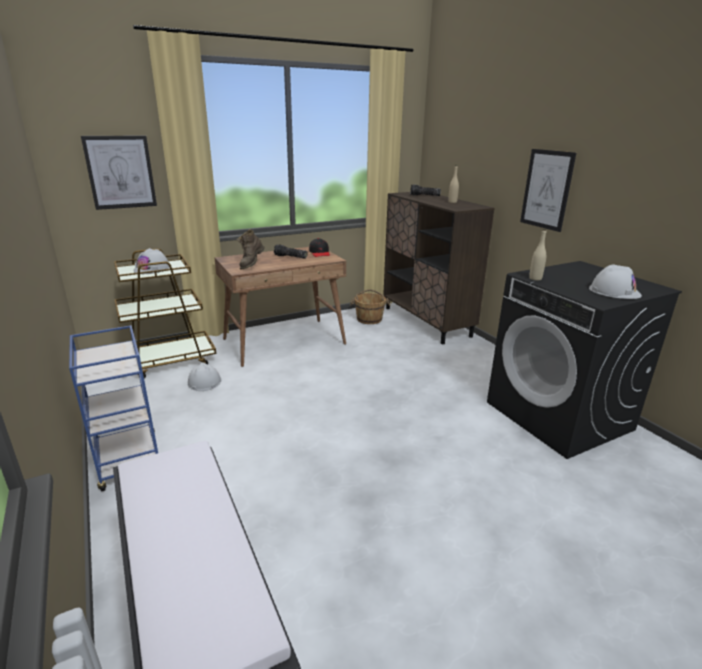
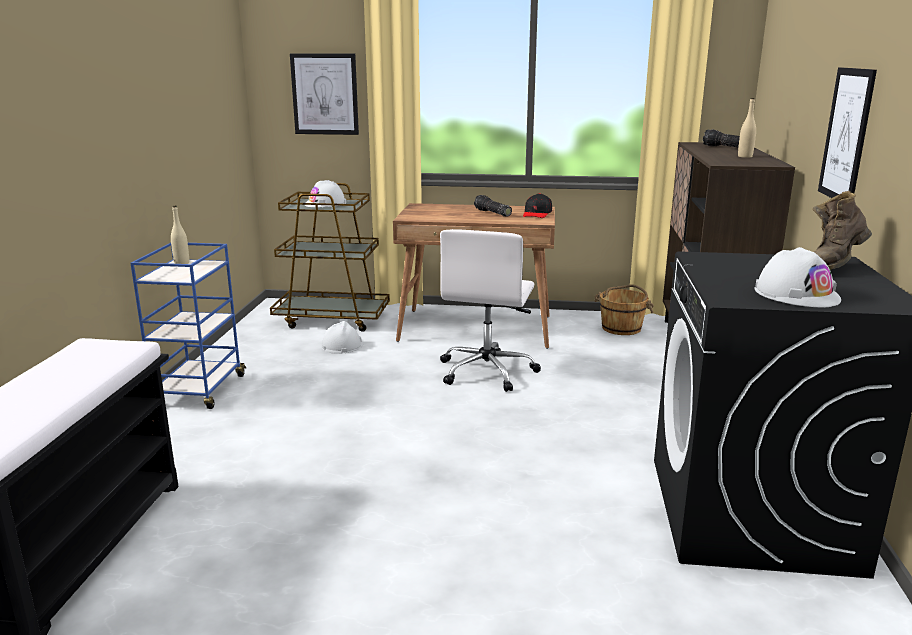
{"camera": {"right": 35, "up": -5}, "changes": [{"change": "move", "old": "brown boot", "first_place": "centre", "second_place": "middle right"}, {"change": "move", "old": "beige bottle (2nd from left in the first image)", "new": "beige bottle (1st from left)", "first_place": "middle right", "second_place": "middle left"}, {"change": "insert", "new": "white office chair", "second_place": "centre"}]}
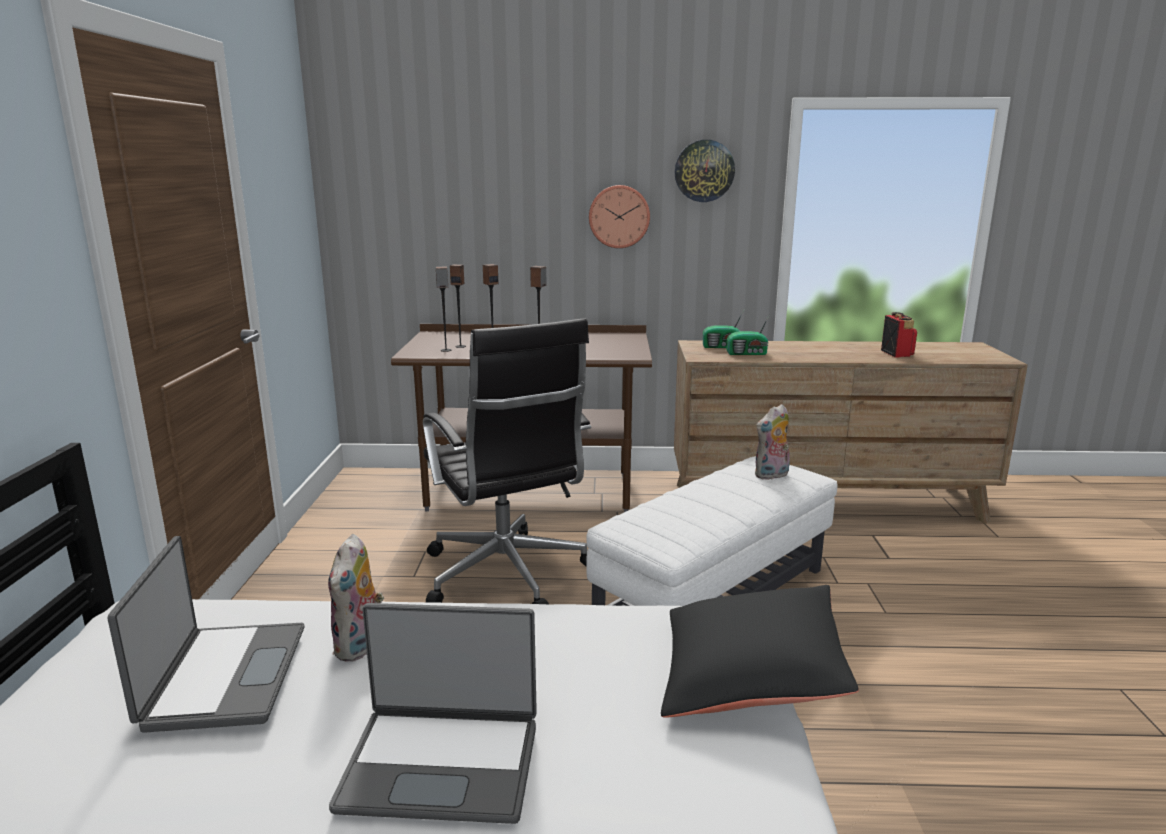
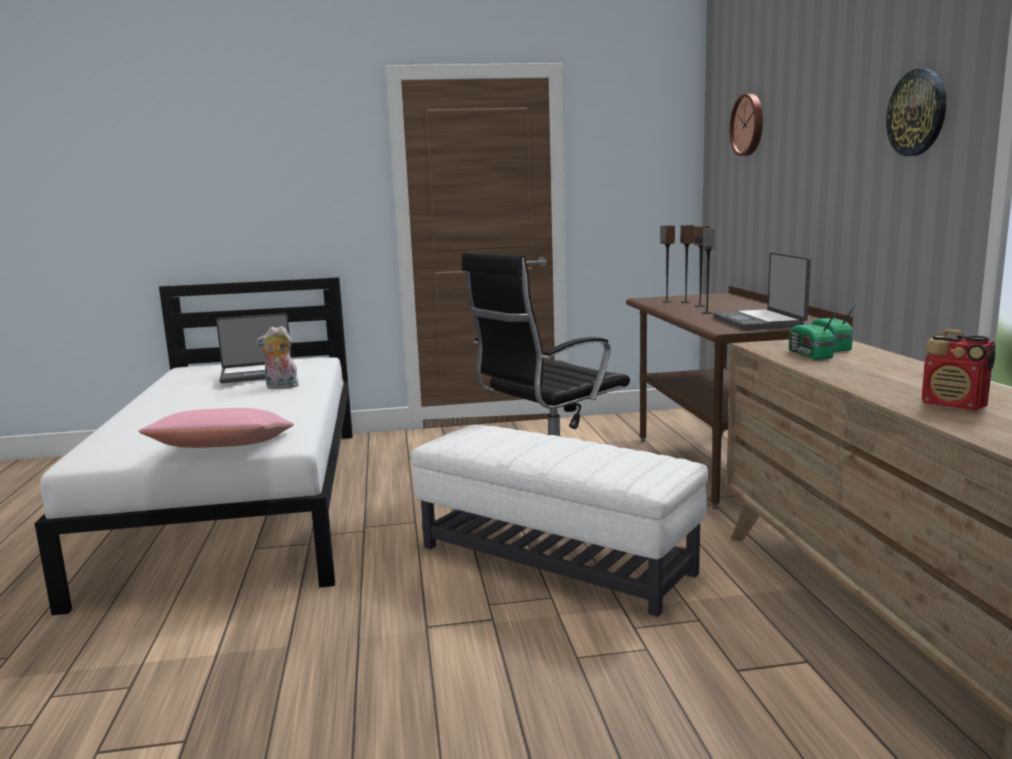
{"camera": {"right": 80, "up": -5}, "changes": [{"change": "move", "old": "wall clock (1st from left)", "first_place": "top centre", "second_place": "top right"}, {"change": "rotate", "old": "radio (3rd from left)", "first_place": "middle right", "second_place": "middle right", "degrees": 60}, {"change": "delete", "old": "plush toy (2nd from left)", "first_place": "centre"}, {"change": "recolor", "old": "black pillow", "new": "pink pillow", "first_place": "bottom centre", "second_place": "middle left"}, {"change": "move", "old": "laptop (2nd from left)", "first_place": "bottom centre", "second_place": "middle right"}]}
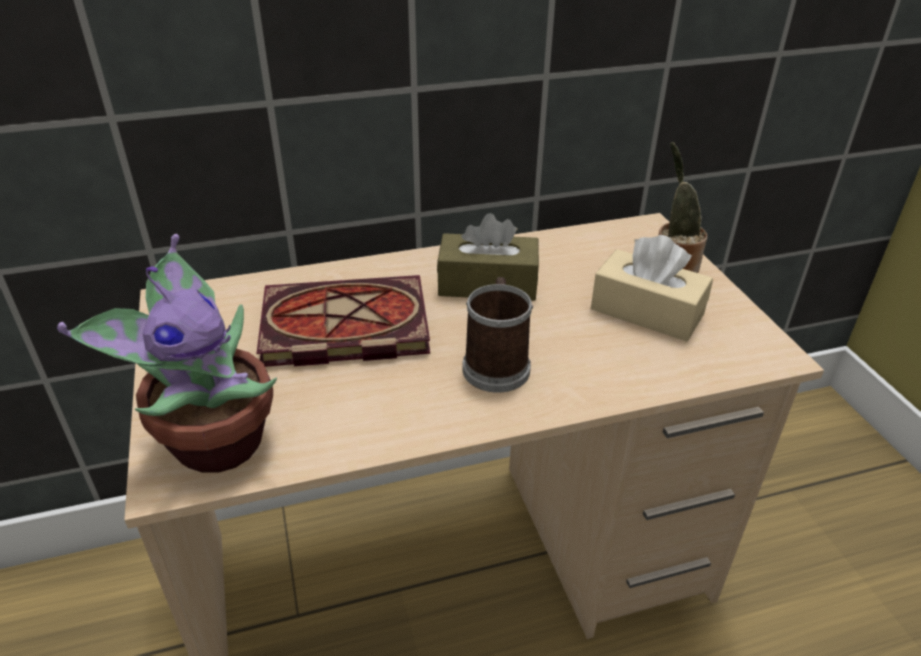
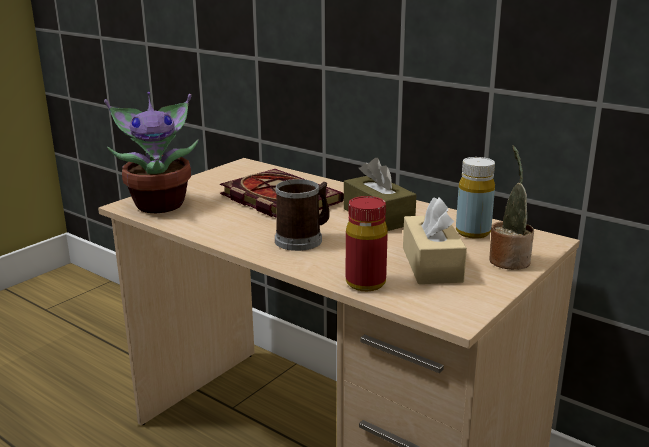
{"camera": {"right": 55, "up": -15}, "changes": [{"change": "insert", "new": "yellow bottle", "second_place": "middle right"}, {"change": "insert", "new": "red bottle", "second_place": "centre"}]}
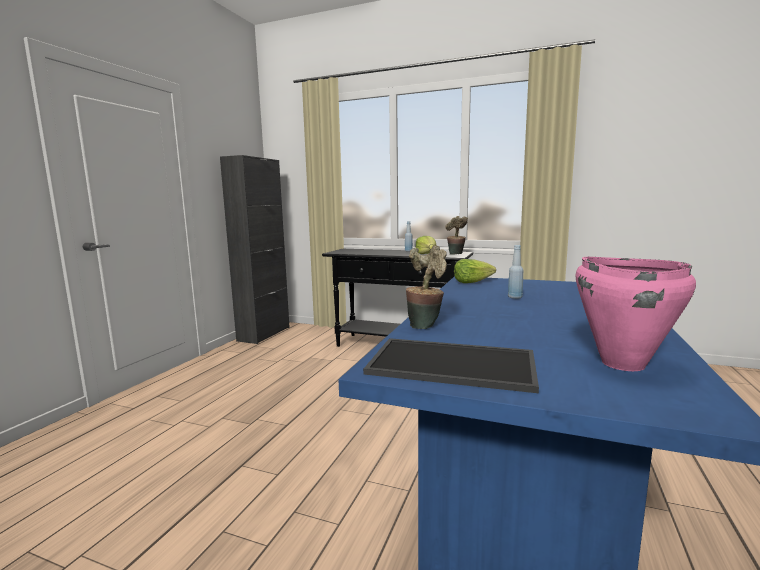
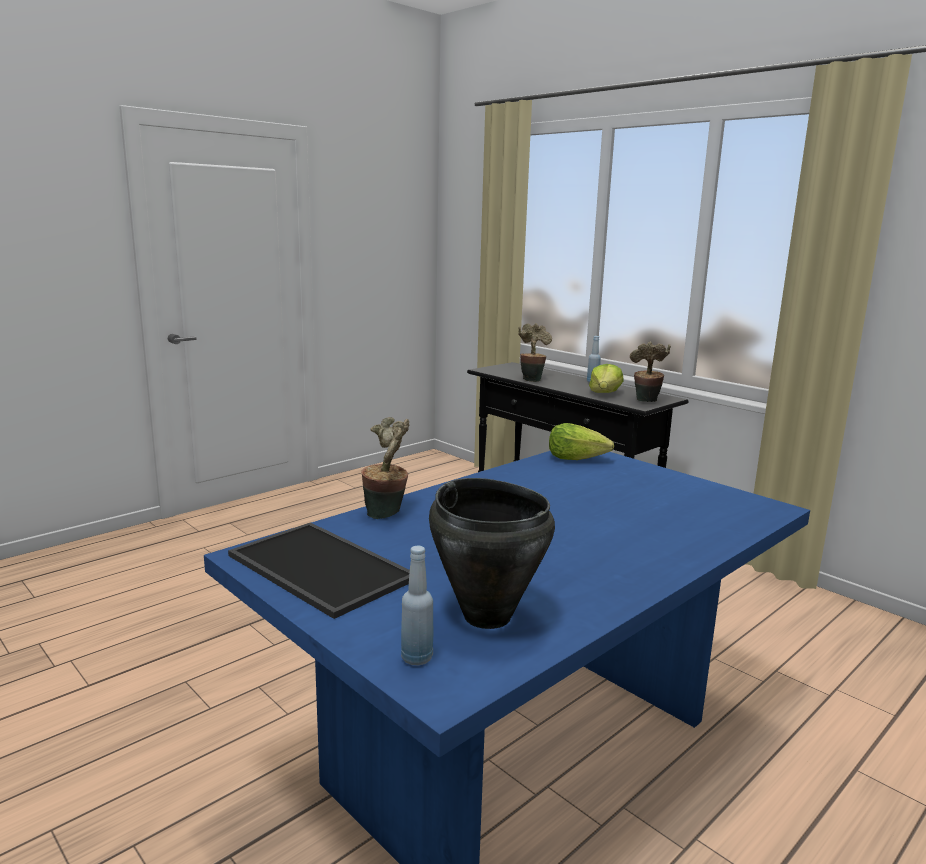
{"camera": {"right": 25, "up": 5}, "changes": [{"change": "delete", "old": "black cabinet", "first_place": "centre"}, {"change": "move", "old": "blue bottle (2nd from left in the first image)", "new": "blue bottle (1st from left)", "first_place": "middle right", "second_place": "bottom centre"}, {"change": "recolor", "old": "pink cooking pot", "new": "black cooking pot", "first_place": "middle right", "second_place": "centre"}, {"change": "insert", "new": "potted plant (2nd from left)", "second_place": "centre"}]}
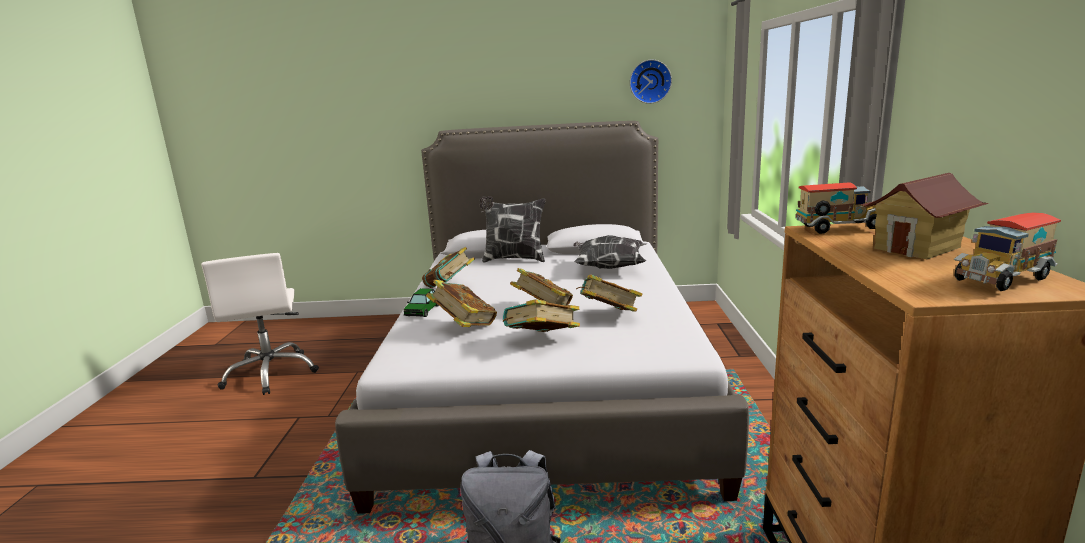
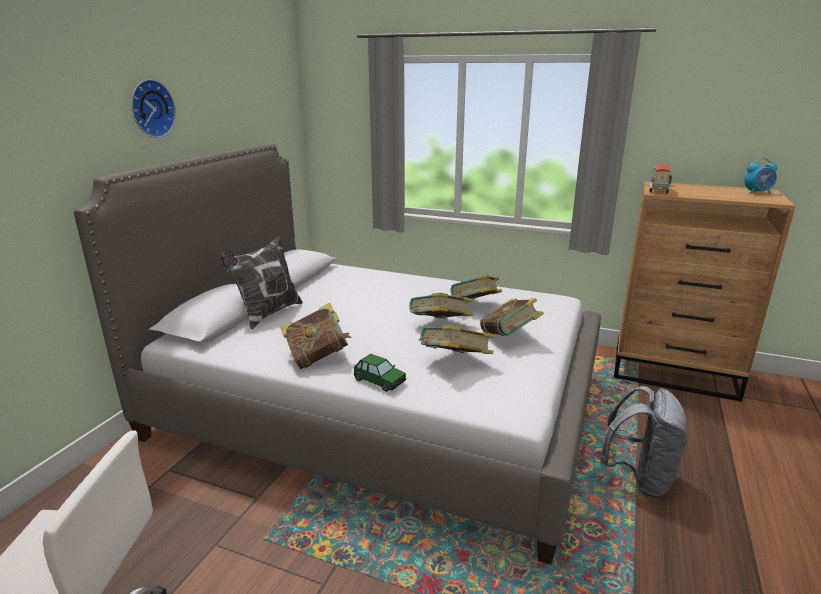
{"camera": {"right": -70, "up": 5}, "changes": [{"change": "move", "old": "wall clock", "first_place": "top centre", "second_place": "top left"}, {"change": "delete", "old": "toy house", "first_place": "middle right"}, {"change": "replace", "old": "toy truck (2nd from left)", "new": "alarm clock", "first_place": "middle right", "second_place": "top right"}, {"change": "delete", "old": "pillow (2nd from left)", "first_place": "centre"}]}
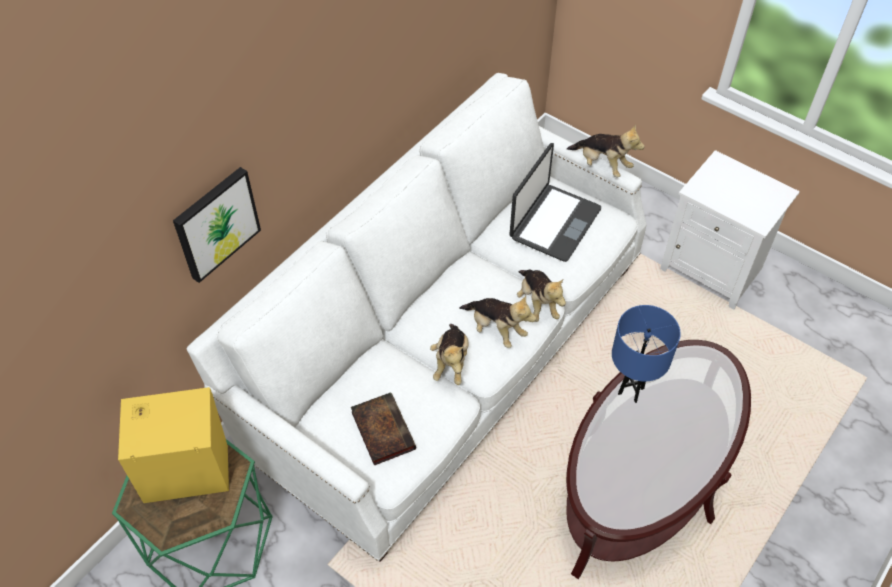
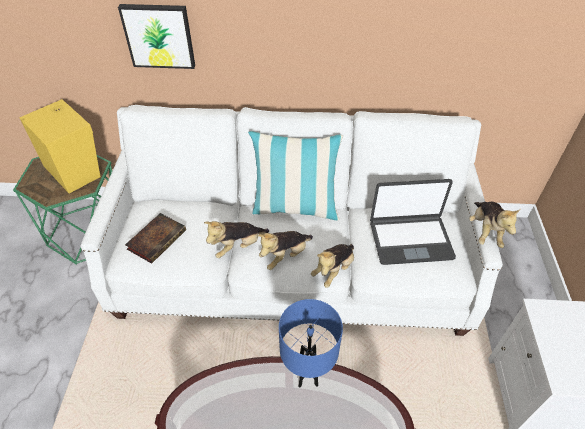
{"camera": {"right": 55, "up": -5}, "changes": [{"change": "rotate", "old": "plush toy (2nd from left)", "first_place": "centre", "second_place": "centre", "degrees": 45}, {"change": "insert", "new": "pillow", "second_place": "centre"}]}
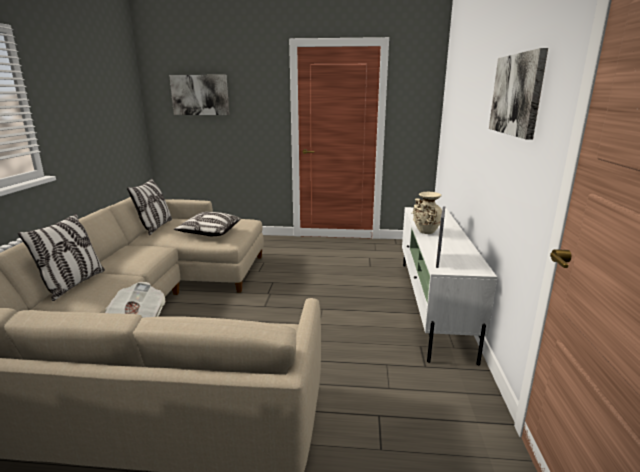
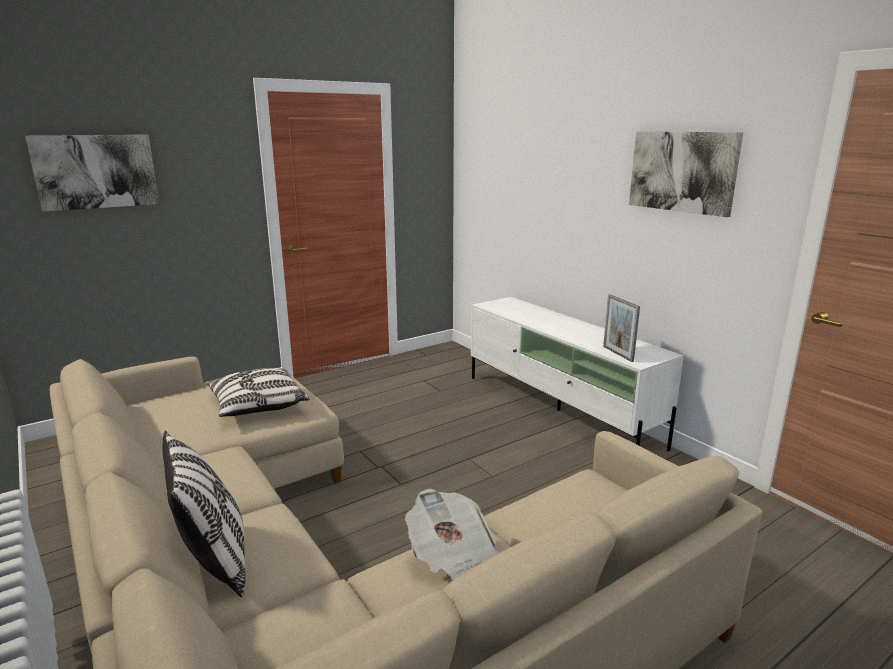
{"camera": {"right": -40, "up": 0}, "changes": [{"change": "delete", "old": "pillow (2nd from left)", "first_place": "middle left"}, {"change": "delete", "old": "beige vase", "first_place": "middle right"}]}
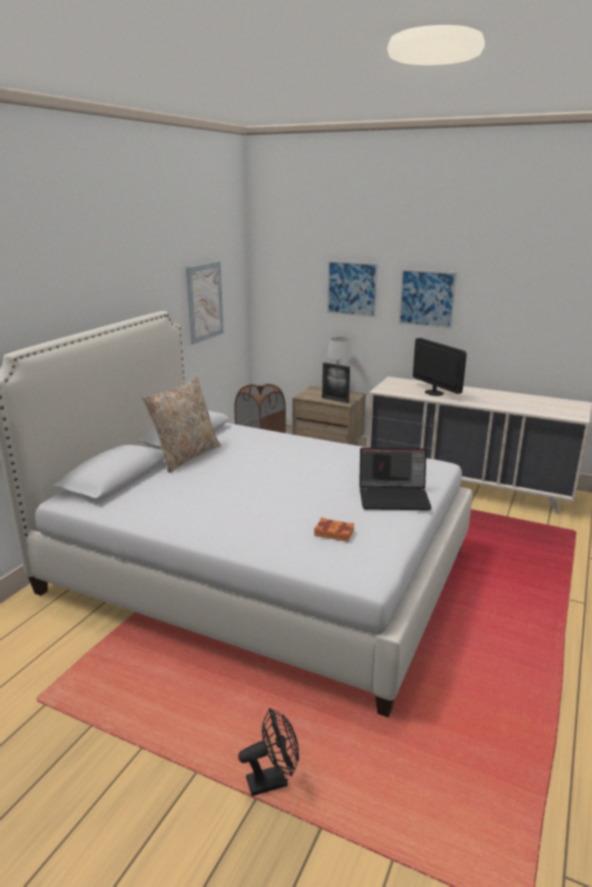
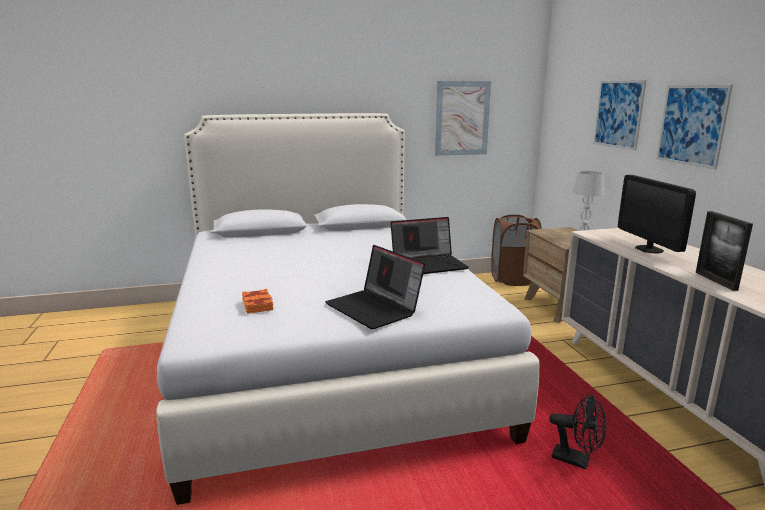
{"camera": {"right": 50, "up": -5}, "changes": [{"change": "rotate", "old": "monitor", "first_place": "middle right", "second_place": "middle right", "degrees": 150}, {"change": "move", "old": "picture frame", "first_place": "centre", "second_place": "middle right"}, {"change": "delete", "old": "beige pillow", "first_place": "middle left"}, {"change": "move", "old": "black fan", "first_place": "bottom centre", "second_place": "bottom right"}, {"change": "insert", "new": "laptop (2nd from left)", "second_place": "centre"}]}
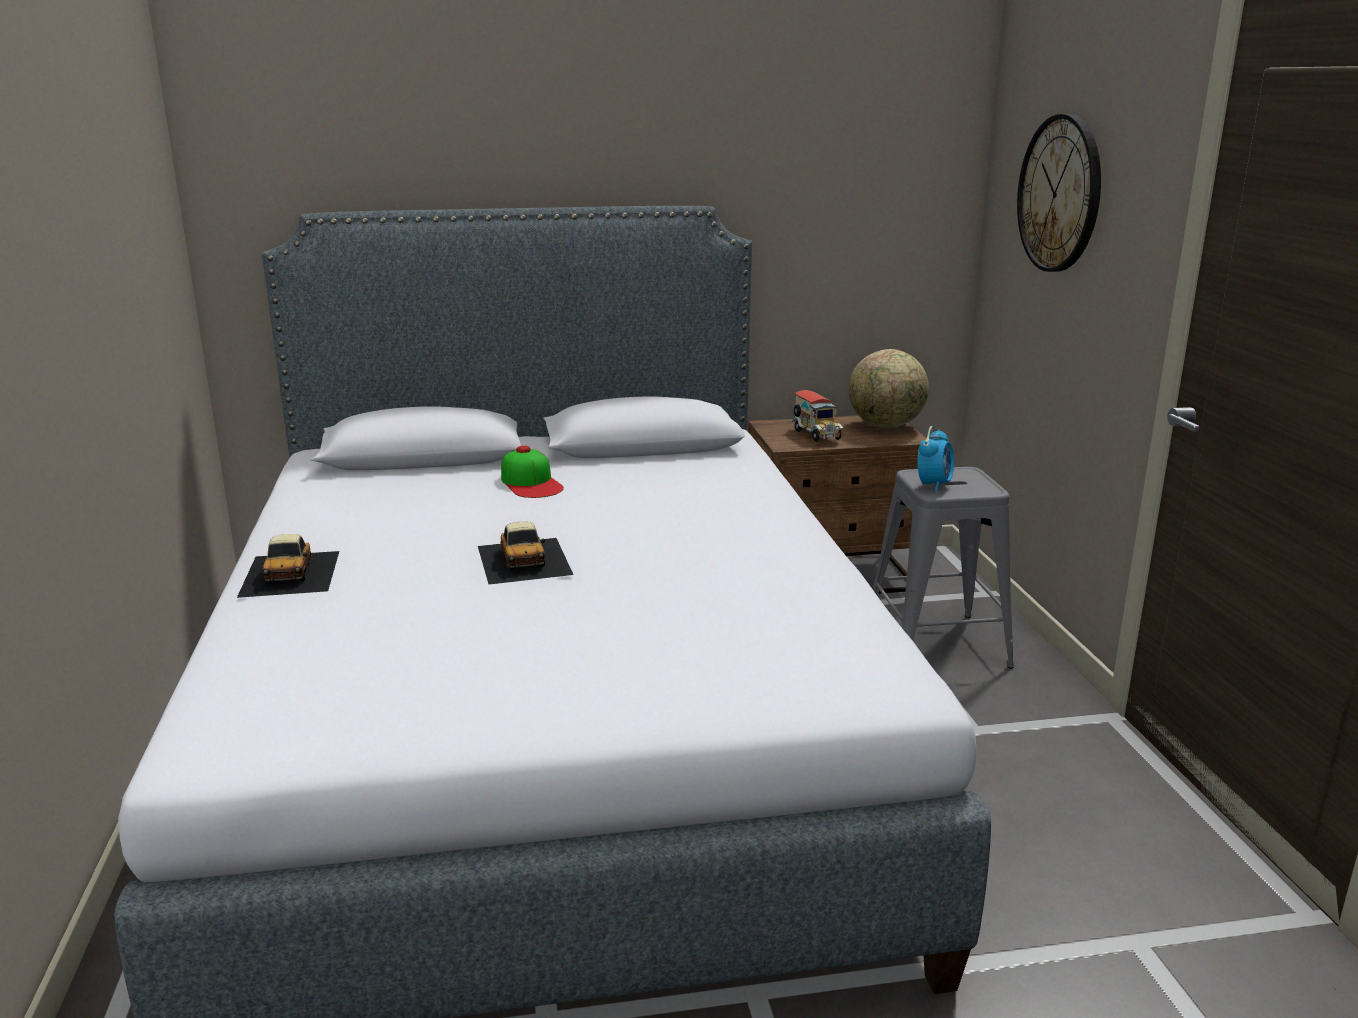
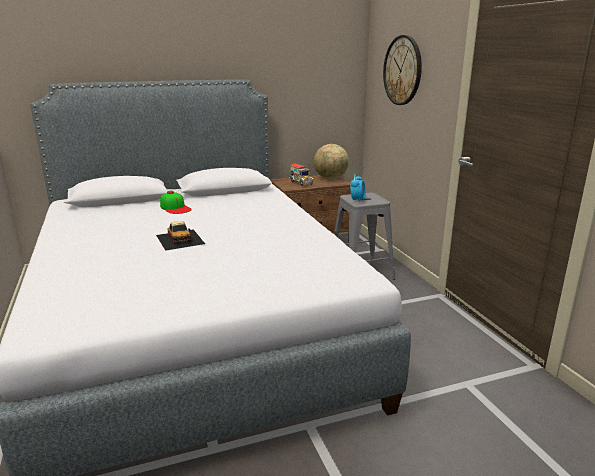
{"camera": {"right": -10, "up": 0}, "changes": [{"change": "delete", "old": "toy car (1st from left)", "first_place": "middle left"}]}
